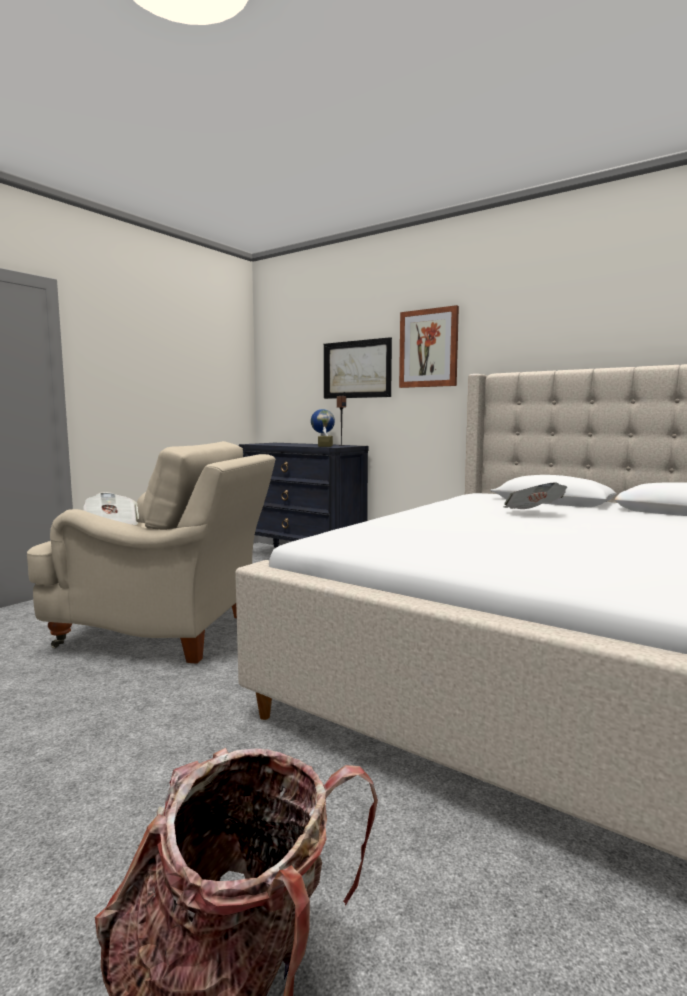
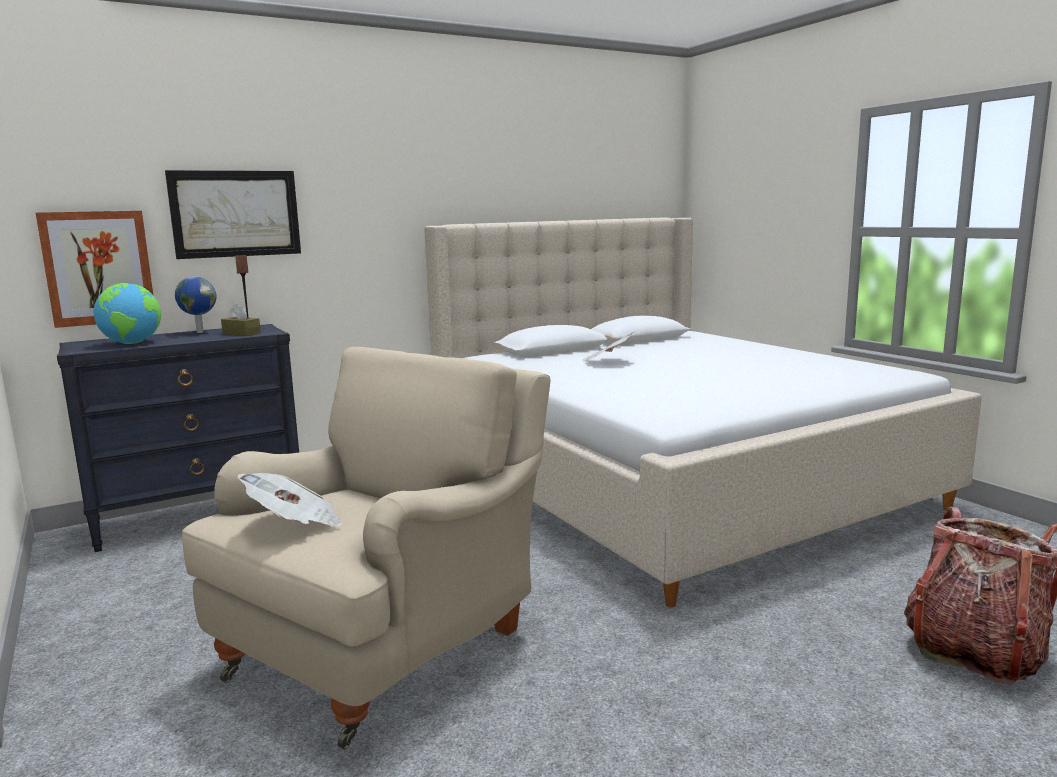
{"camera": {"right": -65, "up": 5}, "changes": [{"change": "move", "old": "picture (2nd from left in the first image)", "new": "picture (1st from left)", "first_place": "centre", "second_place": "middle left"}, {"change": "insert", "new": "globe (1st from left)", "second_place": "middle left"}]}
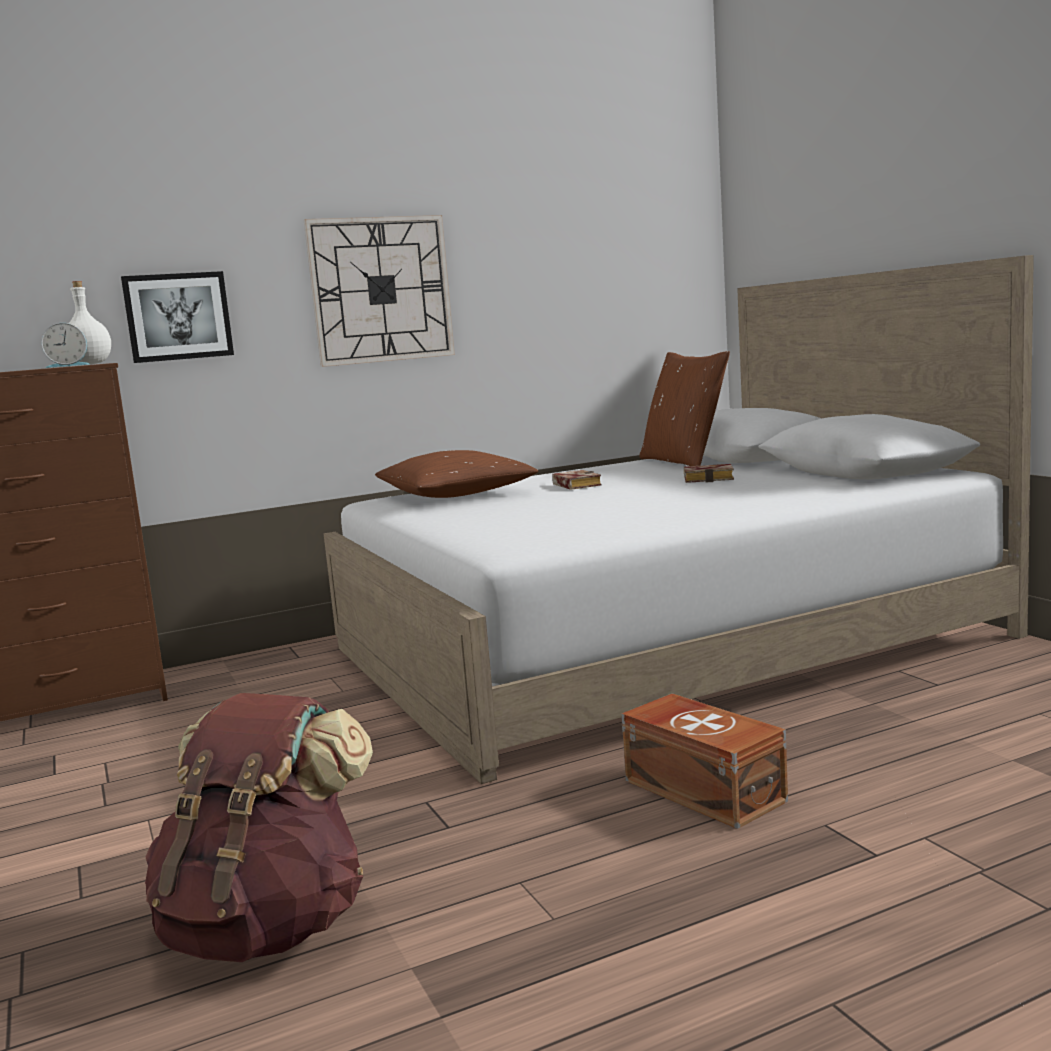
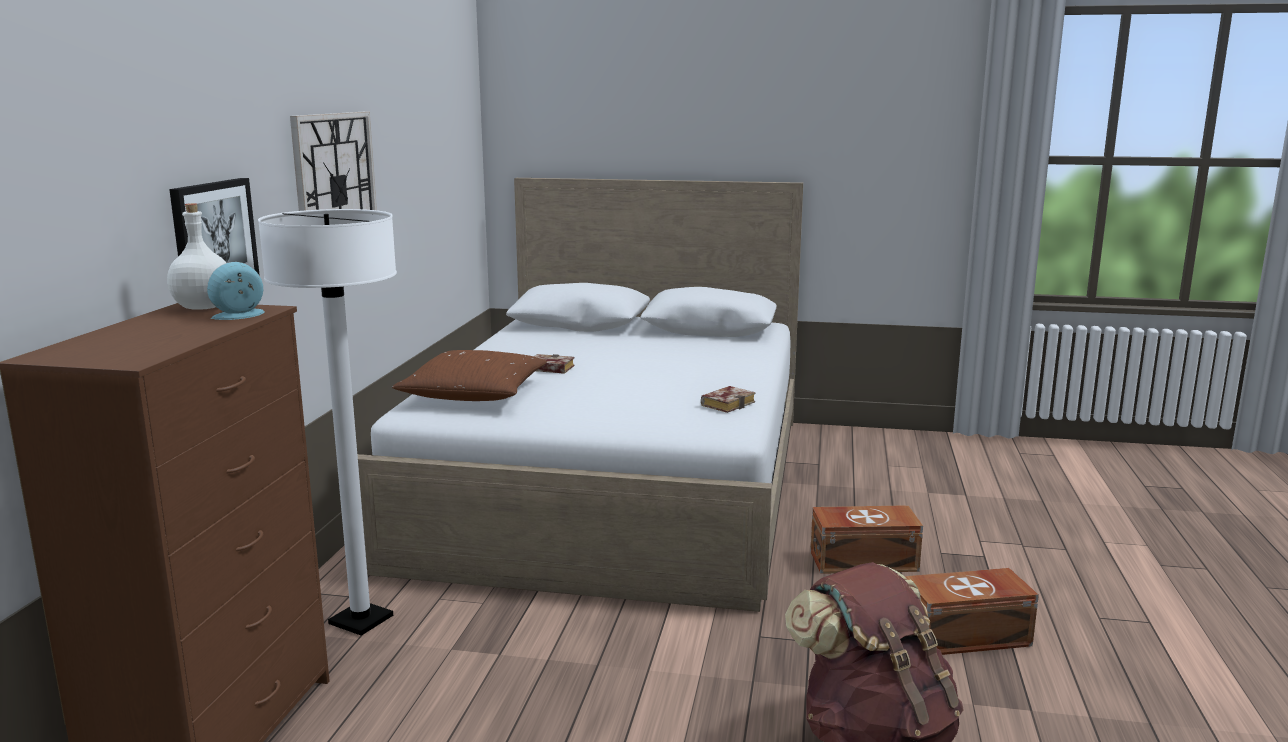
{"camera": {"right": -55, "up": 5}, "changes": [{"change": "rotate", "old": "alarm clock", "first_place": "top left", "second_place": "middle left", "degrees": -150}, {"change": "delete", "old": "brown pillow (2nd from left)", "first_place": "centre"}, {"change": "move", "old": "book (2nd from left)", "first_place": "middle right", "second_place": "centre"}, {"change": "insert", "new": "white floor lamp", "second_place": "middle left"}, {"change": "insert", "new": "brown storage box (2nd from left)", "second_place": "bottom right"}]}
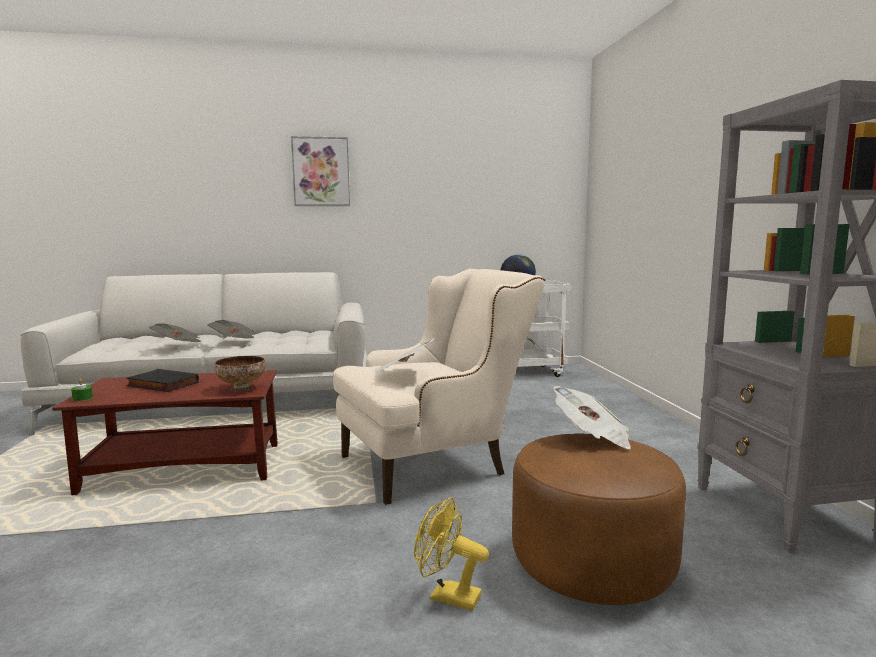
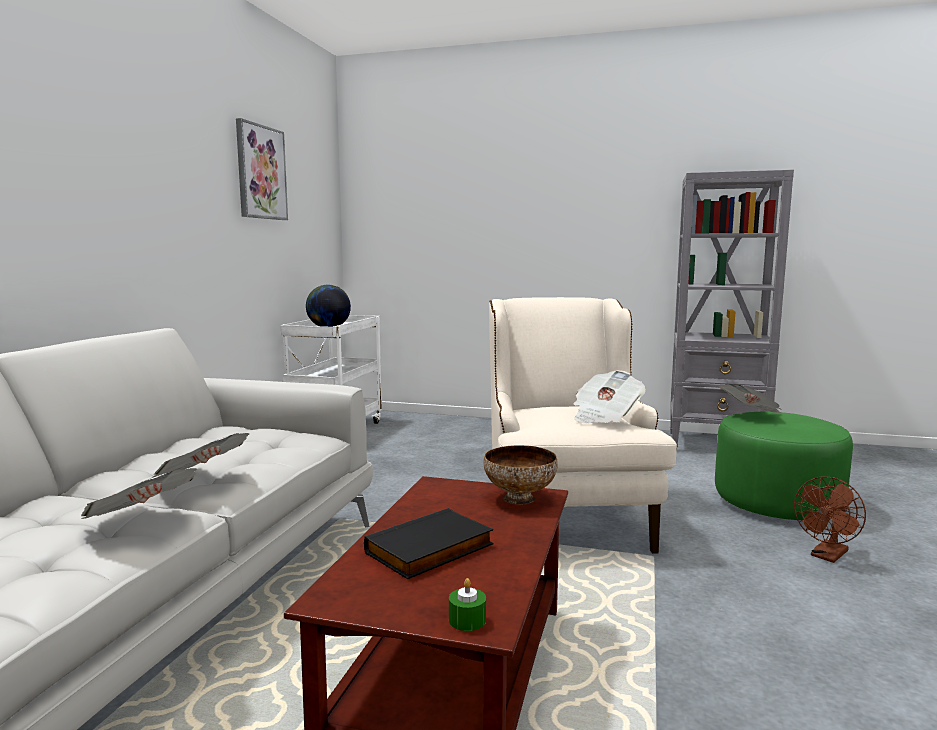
{"camera": {"right": -65, "up": 0}, "changes": [{"change": "move", "old": "picture", "first_place": "top centre", "second_place": "top left"}, {"change": "recolor", "old": "brown ottoman", "new": "green ottoman", "first_place": "bottom right", "second_place": "middle right"}, {"change": "recolor", "old": "yellow fan", "new": "brown fan", "first_place": "bottom centre", "second_place": "bottom right"}]}
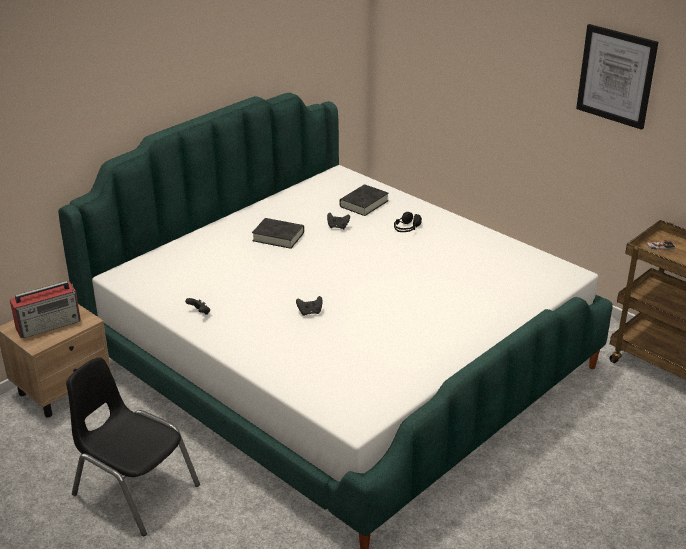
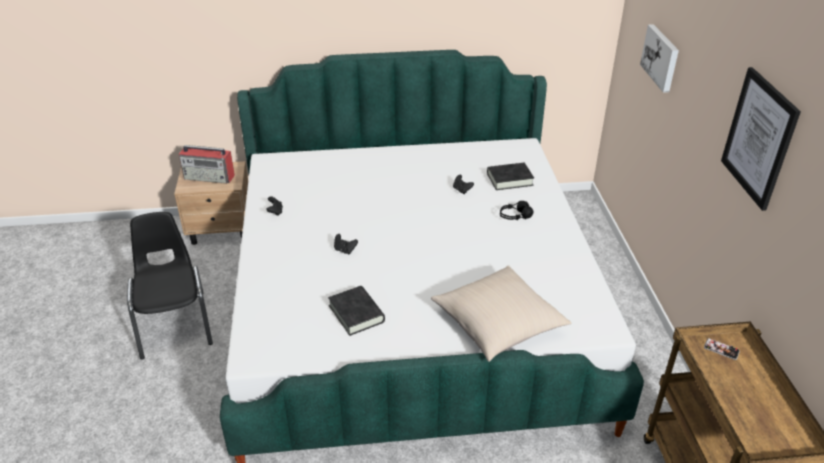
{"camera": {"right": 40, "up": 5}, "changes": [{"change": "move", "old": "black book (1st from left)", "first_place": "centre", "second_place": "bottom centre"}, {"change": "insert", "new": "picture (1st from left)", "second_place": "top right"}, {"change": "insert", "new": "beige pillow", "second_place": "bottom centre"}]}
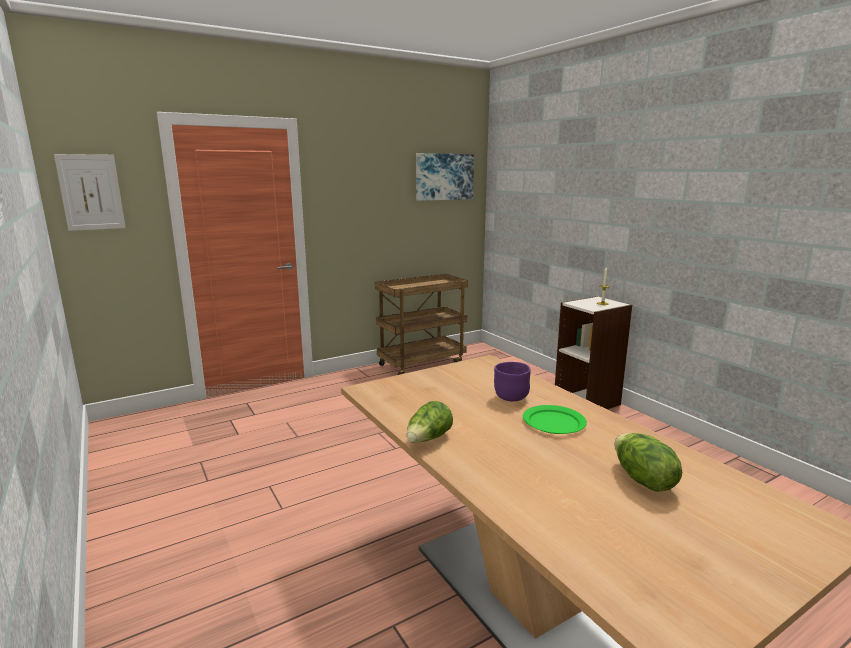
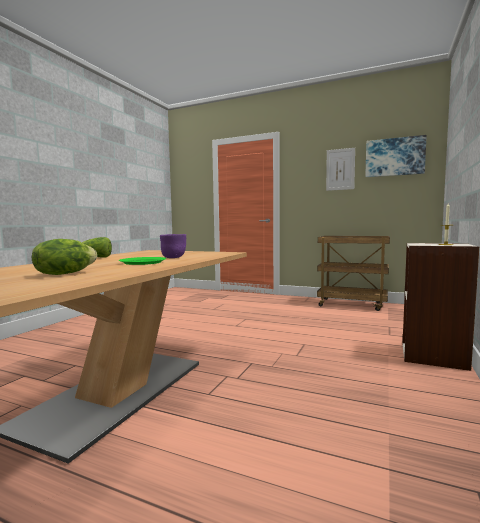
{"camera": {"right": 55, "up": -10}, "changes": [{"change": "move", "old": "picture (1st from left)", "first_place": "top left", "second_place": "top right"}]}
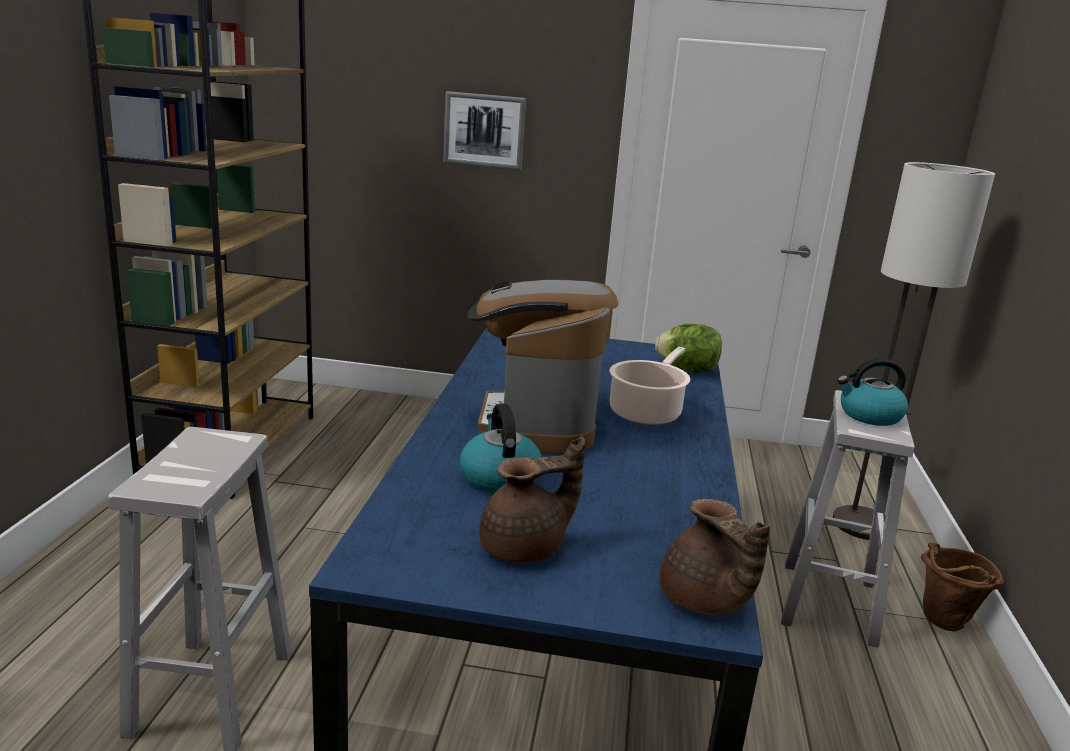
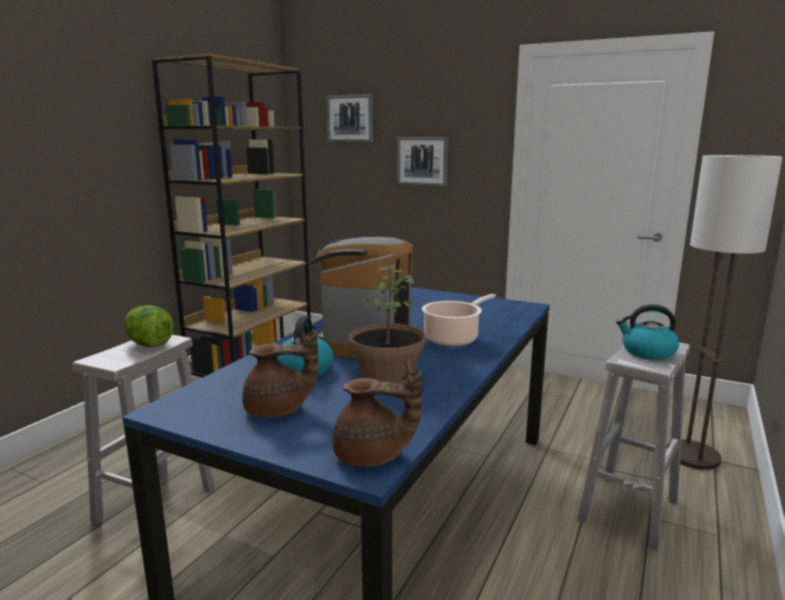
{"camera": {"right": 20, "up": -5}, "changes": [{"change": "move", "old": "lettuce", "first_place": "centre", "second_place": "middle left"}, {"change": "rotate", "old": "brown teapot (2nd from left)", "first_place": "bottom right", "second_place": "bottom centre", "degrees": -75}, {"change": "delete", "old": "brown bucket", "first_place": "bottom right"}, {"change": "insert", "new": "picture (1st from left)", "second_place": "top centre"}, {"change": "insert", "new": "potted plant", "second_place": "centre"}]}
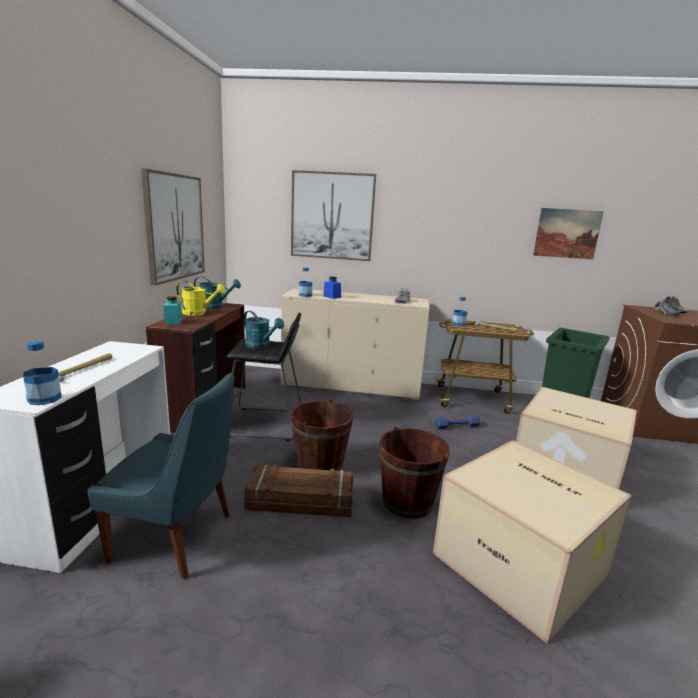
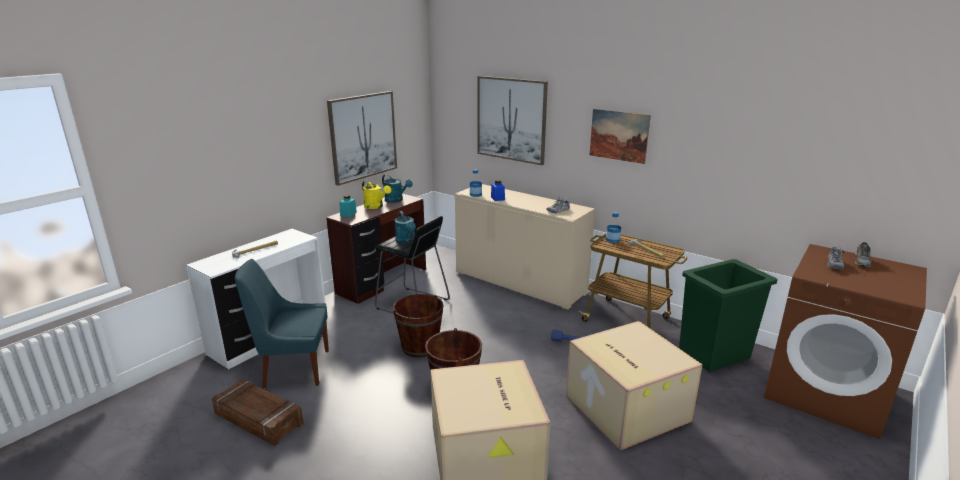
{"camera": {"right": 30, "up": 5}, "changes": [{"change": "move", "old": "picture (3rd from left)", "first_place": "middle right", "second_place": "top centre"}, {"change": "delete", "old": "bottle (1st from left)", "first_place": "middle left"}, {"change": "rotate", "old": "blue chair", "first_place": "bottom left", "second_place": "bottom left", "degrees": 135}, {"change": "move", "old": "crate", "first_place": "bottom centre", "second_place": "bottom left"}]}
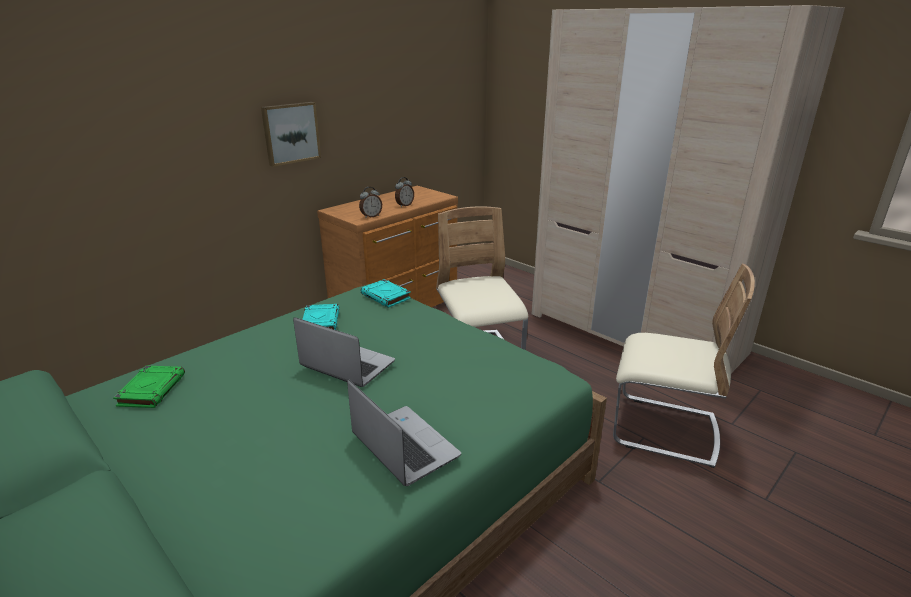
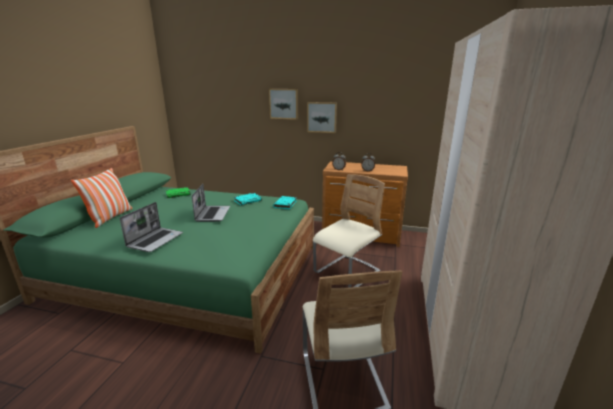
{"camera": {"right": 60, "up": -5}, "changes": [{"change": "insert", "new": "picture (1st from left)", "second_place": "top centre"}, {"change": "insert", "new": "pillow", "second_place": "middle left"}]}
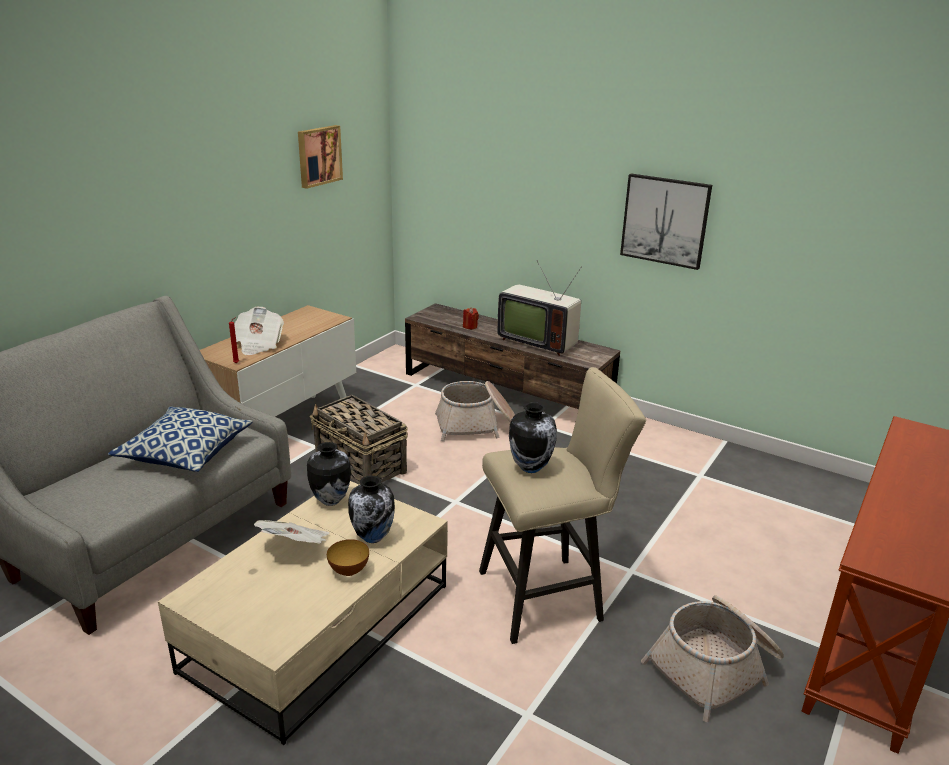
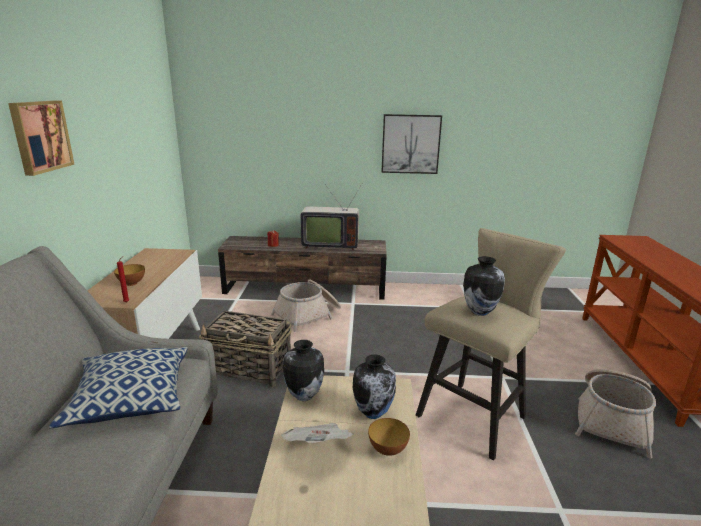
{"camera": {"right": -30, "up": -5}, "changes": [{"change": "move", "old": "picture (1st from left)", "first_place": "top centre", "second_place": "top left"}, {"change": "replace", "old": "newspaper (1st from left)", "new": "bowl (1st from left)", "first_place": "middle left", "second_place": "middle left"}]}
